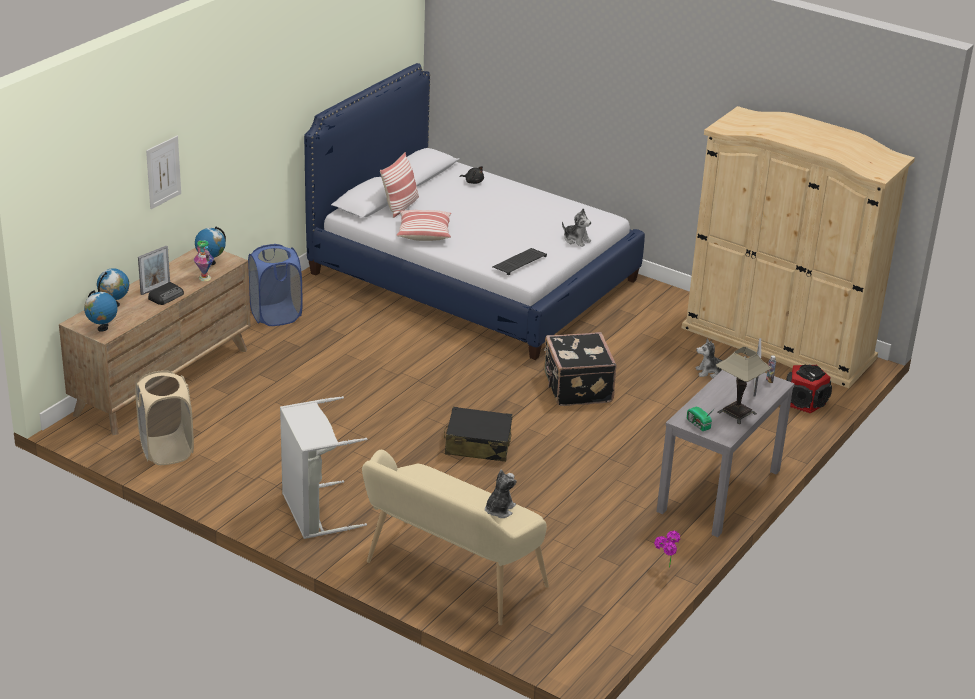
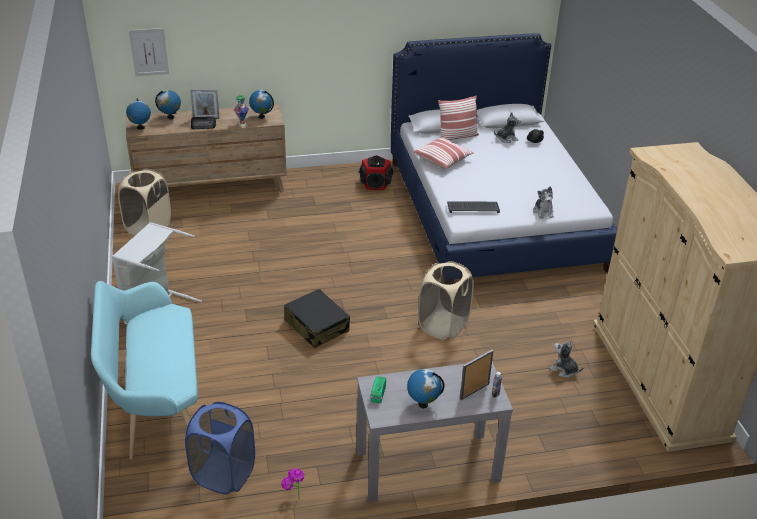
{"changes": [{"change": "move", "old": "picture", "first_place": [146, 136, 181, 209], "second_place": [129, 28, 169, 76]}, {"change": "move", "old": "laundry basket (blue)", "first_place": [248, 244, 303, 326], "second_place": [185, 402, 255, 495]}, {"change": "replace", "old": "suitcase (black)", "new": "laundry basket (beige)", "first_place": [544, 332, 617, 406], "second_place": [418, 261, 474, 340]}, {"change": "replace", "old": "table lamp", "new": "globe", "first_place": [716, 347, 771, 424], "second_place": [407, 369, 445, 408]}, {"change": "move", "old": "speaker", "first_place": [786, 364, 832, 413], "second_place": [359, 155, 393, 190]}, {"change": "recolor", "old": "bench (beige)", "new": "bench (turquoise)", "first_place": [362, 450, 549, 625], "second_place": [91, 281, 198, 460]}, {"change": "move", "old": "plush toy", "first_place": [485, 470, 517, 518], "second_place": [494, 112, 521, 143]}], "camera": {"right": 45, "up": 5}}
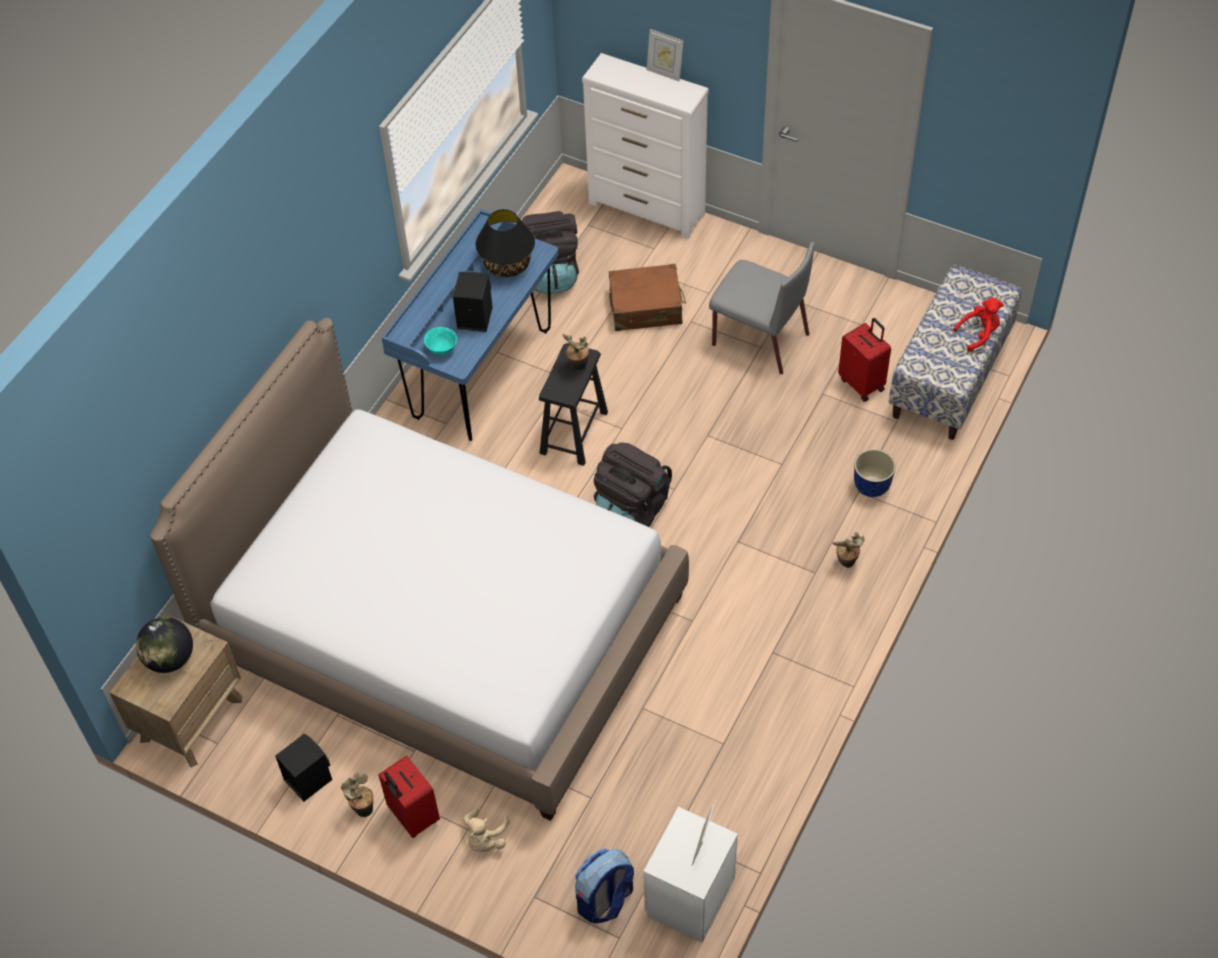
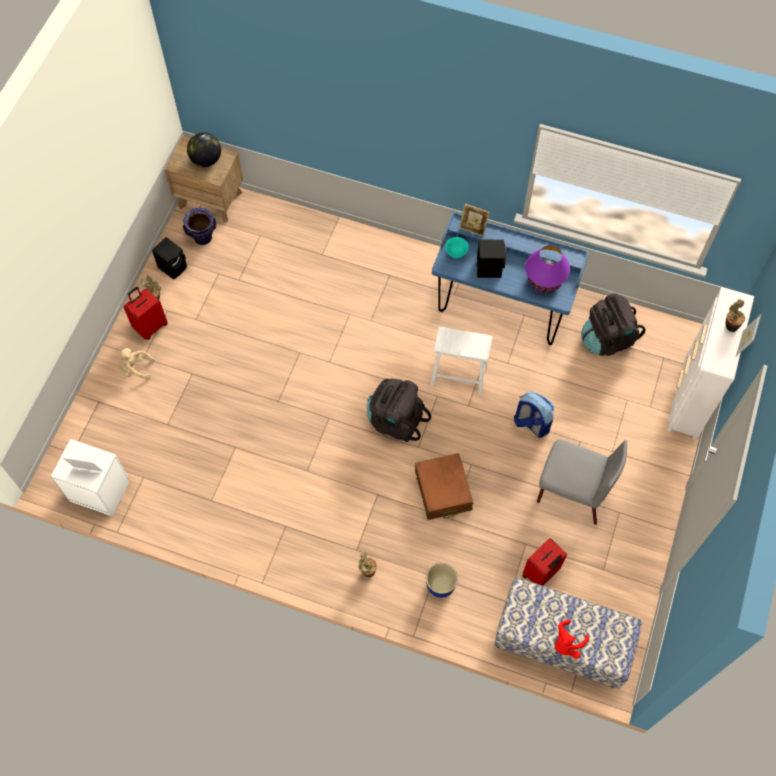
{"changes": [{"change": "recolor", "old": "table lamp (black)", "new": "table lamp (purple)", "first_place": [475, 209, 535, 277], "second_place": [525, 245, 570, 293]}, {"change": "rotate", "old": "chair (grey)", "first_place": [709, 242, 815, 374], "second_place": [537, 439, 627, 525], "degrees": -90}, {"change": "move", "old": "suitcase (brown)", "first_place": [609, 264, 686, 331], "second_place": [415, 453, 473, 520]}, {"change": "rotate", "old": "plush toy (red)", "first_place": [953, 298, 1004, 352], "second_place": [555, 620, 589, 659], "degrees": 75}, {"change": "delete", "old": "bed", "first_place": [151, 318, 689, 821]}, {"change": "move", "old": "potted plant", "first_place": [563, 334, 589, 371], "second_place": [725, 299, 745, 332]}, {"change": "recolor", "old": "stool (black)", "new": "stool (white)", "first_place": [539, 343, 608, 466], "second_place": [430, 327, 492, 395]}, {"change": "move", "old": "backpack", "first_place": [575, 848, 634, 924], "second_place": [514, 391, 554, 438]}, {"change": "insert", "new": "picture frame", "second_place": [459, 204, 490, 237]}, {"change": "insert", "new": "vase", "second_place": [183, 208, 216, 245]}], "camera": {"right": 80, "up": 10}}
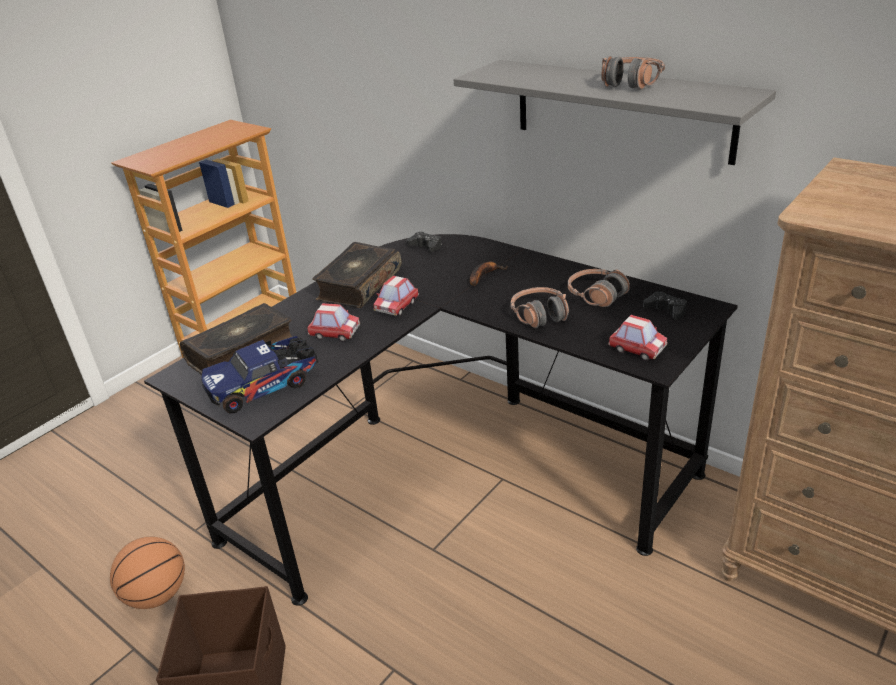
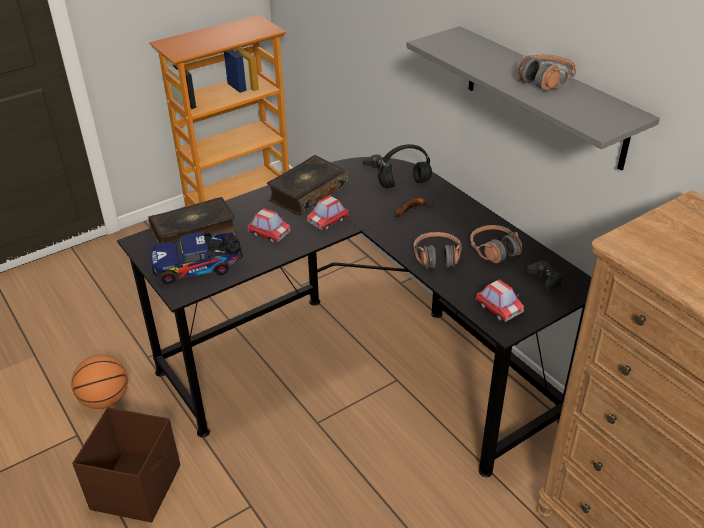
{"changes": [{"change": "insert", "new": "headphones (black)", "second_place": [378, 144, 432, 188]}], "camera": {"right": 15, "up": 5}}
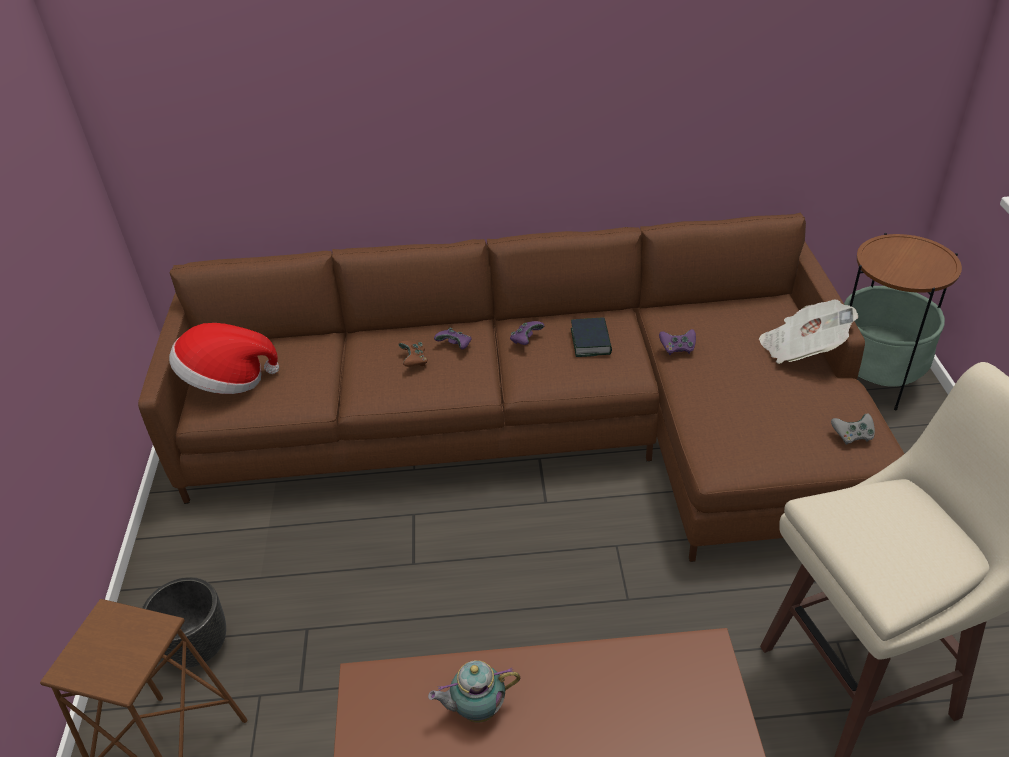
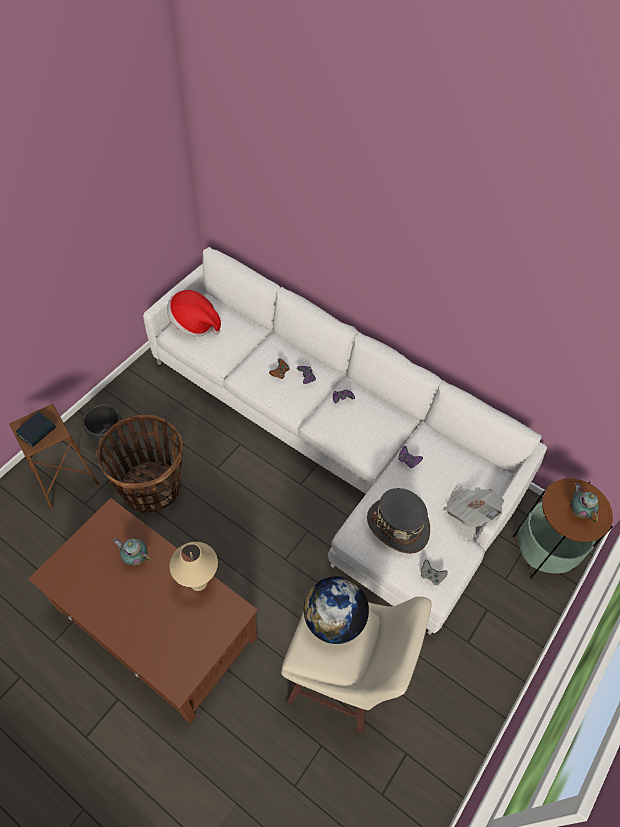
{"changes": [{"change": "recolor", "old": "sofa (brown)", "new": "sofa (white)", "first_place": [138, 213, 904, 562], "second_place": [143, 247, 547, 635]}, {"change": "move", "old": "book", "first_place": [571, 317, 612, 357], "second_place": [15, 412, 56, 448]}, {"change": "insert", "new": "basket", "second_place": [96, 415, 183, 513]}, {"change": "insert", "new": "teapot", "second_place": [571, 483, 599, 522]}, {"change": "insert", "new": "hat (grey)", "second_place": [367, 488, 430, 554]}, {"change": "insert", "new": "table lamp (beige)", "second_place": [169, 542, 218, 591]}, {"change": "insert", "new": "globe", "second_place": [304, 576, 369, 644]}], "camera": {"right": 35, "up": 15}}
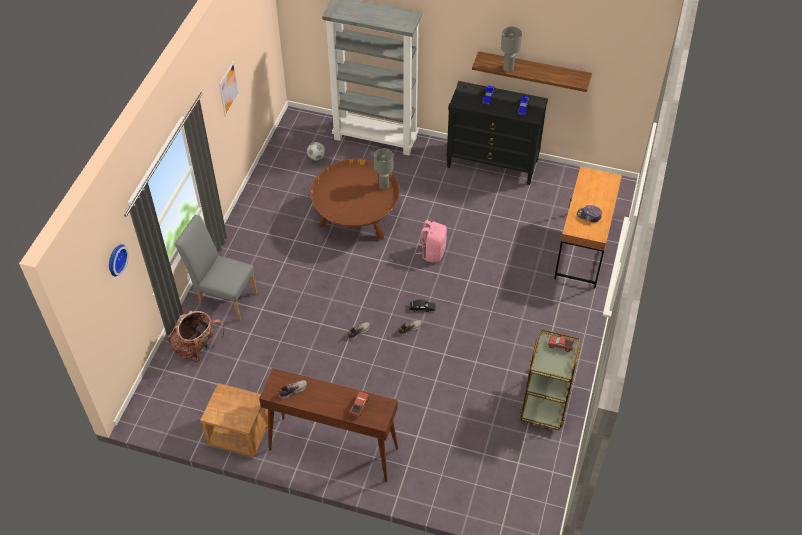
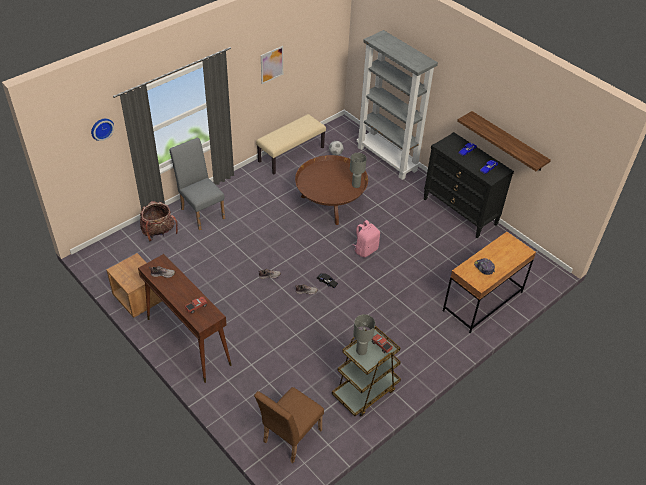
{"changes": [{"change": "move", "old": "table lamp (grey)", "first_place": [501, 27, 522, 72], "second_place": [353, 314, 375, 355]}, {"change": "insert", "new": "bench (beige)", "second_place": [256, 114, 326, 174]}, {"change": "insert", "new": "chair (brown)", "second_place": [254, 387, 324, 463]}], "camera": {"right": 30, "up": -5}}
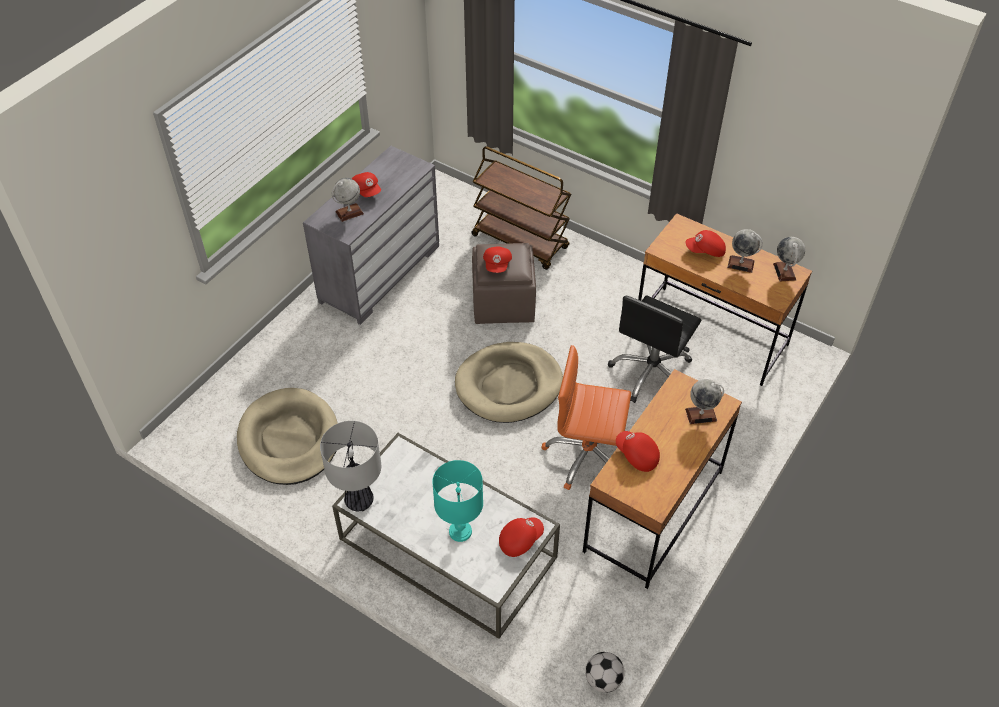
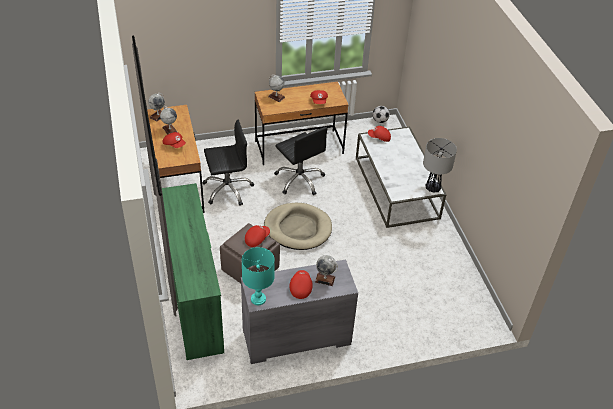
{"changes": [{"change": "replace", "old": "cart (brown)", "new": "dresser (green)", "first_place": [471, 146, 571, 270], "second_place": [162, 183, 224, 360]}, {"change": "recolor", "old": "office chair (orange)", "new": "office chair (black)", "first_place": [541, 345, 631, 490], "second_place": [274, 127, 328, 195]}, {"change": "delete", "old": "dog bed (beige)", "first_place": [237, 388, 338, 485]}, {"change": "move", "old": "table lamp (turquoise)", "first_place": [432, 460, 483, 542], "second_place": [242, 247, 275, 305]}], "camera": {"right": -140, "up": -5}}
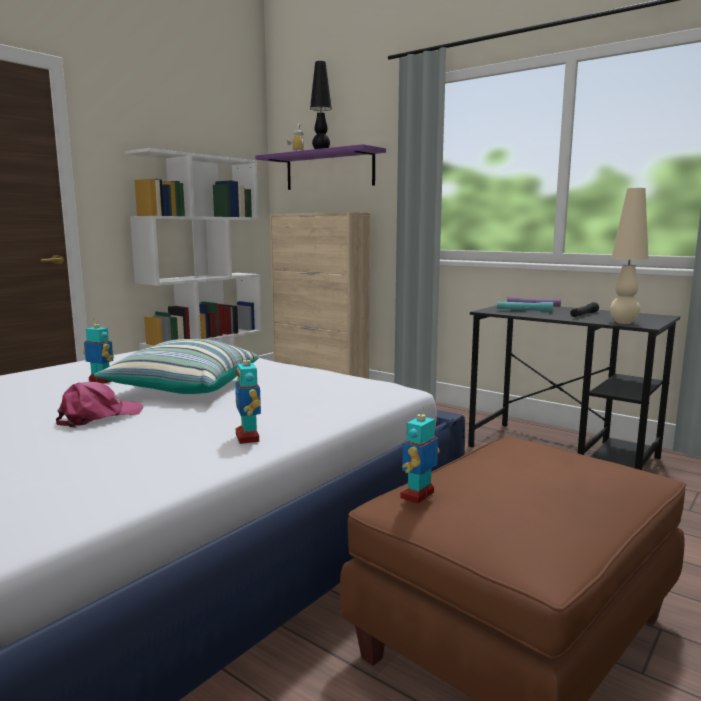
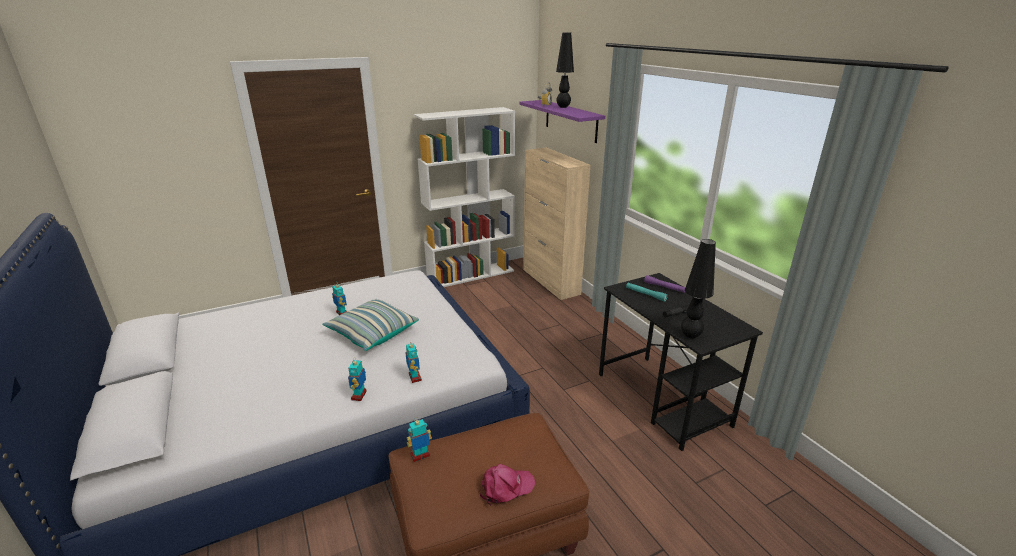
{"changes": [{"change": "recolor", "old": "table lamp (beige)", "new": "table lamp (black)", "first_place": [610, 188, 648, 324], "second_place": [681, 239, 716, 339]}, {"change": "move", "old": "cap (pink)", "first_place": [56, 382, 144, 427], "second_place": [480, 464, 535, 506]}, {"change": "insert", "new": "toy robot", "second_place": [405, 343, 422, 383]}], "camera": {"right": 25, "up": 15}}
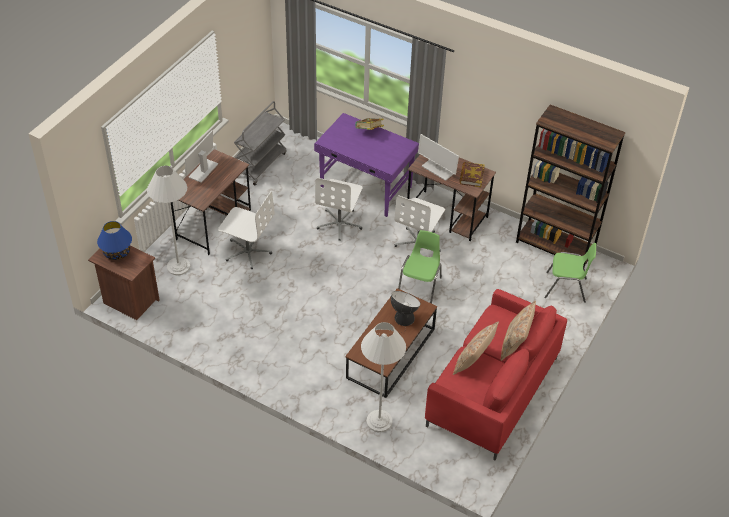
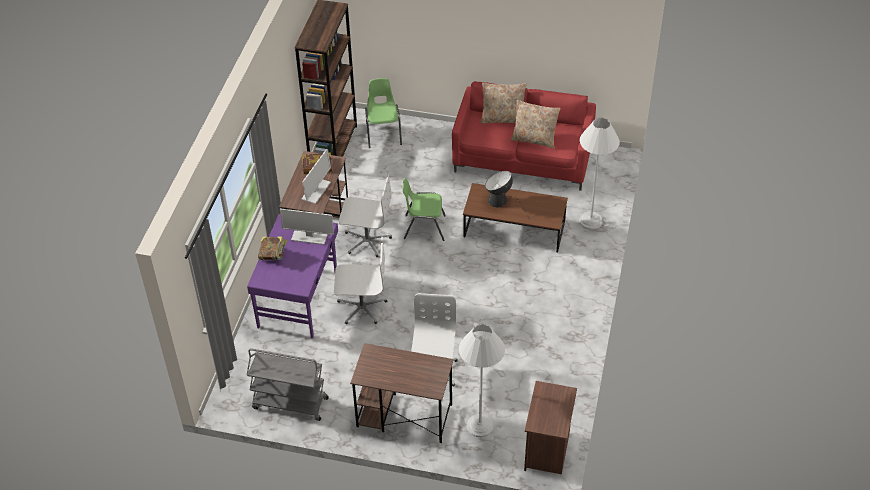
{"changes": [{"change": "move", "old": "monitor", "first_place": [185, 130, 218, 183], "second_place": [280, 208, 334, 245]}, {"change": "delete", "old": "table lamp (blue)", "first_place": [97, 221, 132, 260]}], "camera": {"right": -105, "up": 0}}
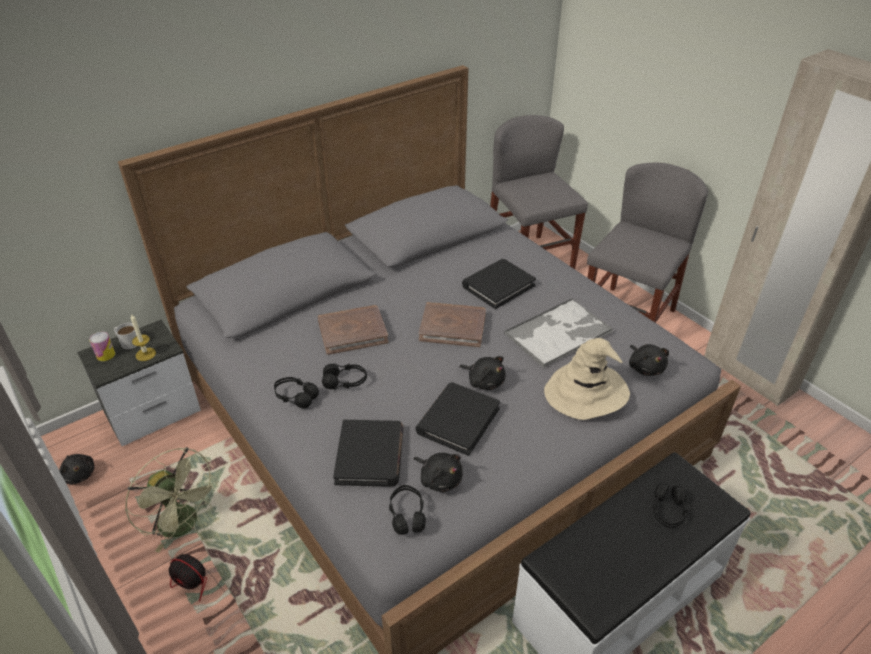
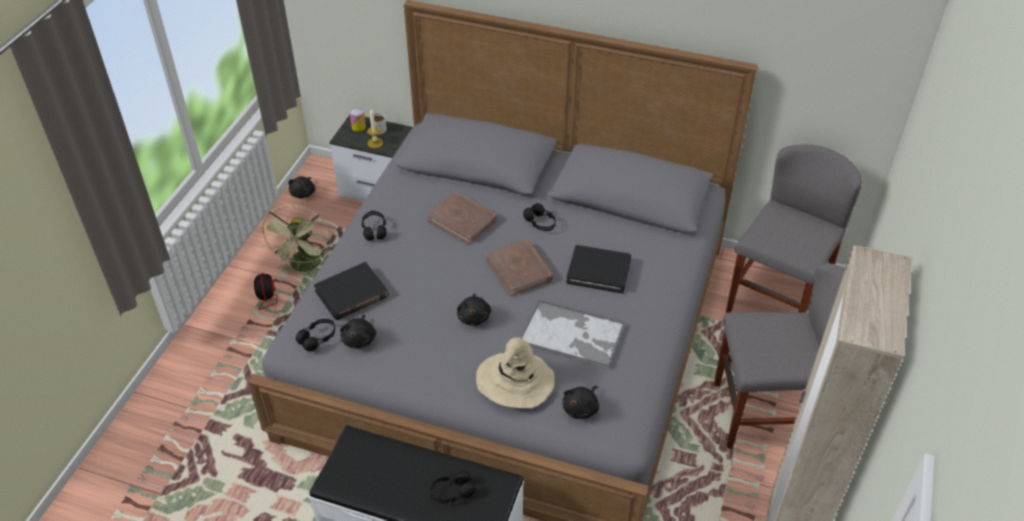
{"changes": [{"change": "move", "old": "headphones (black)", "first_place": [322, 363, 367, 389], "second_place": [523, 203, 555, 231]}, {"change": "delete", "old": "book (black)", "first_place": [415, 382, 500, 456]}], "camera": {"right": 55, "up": 5}}
